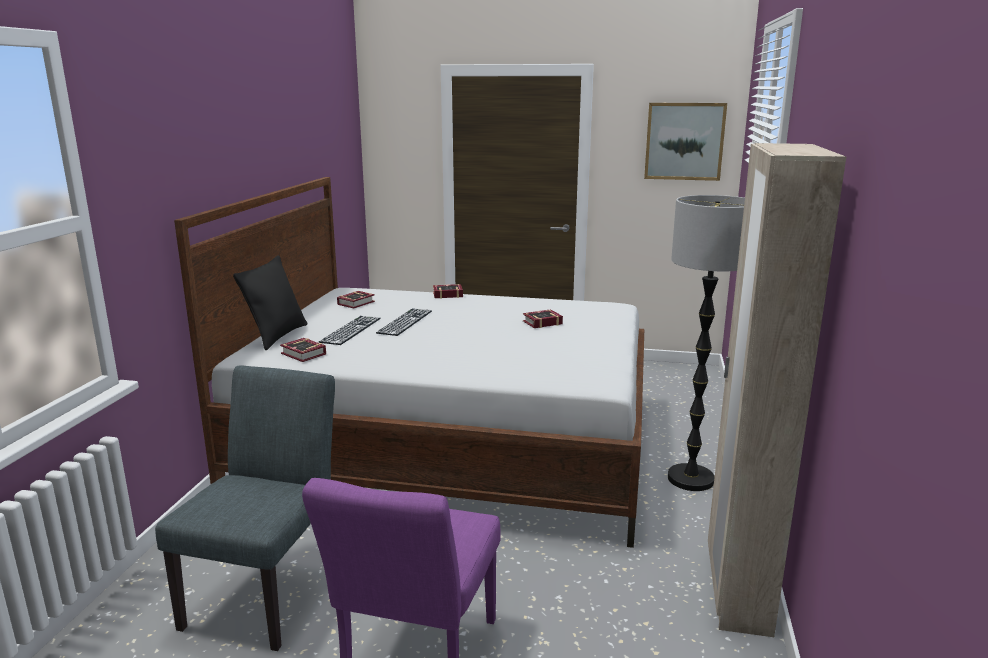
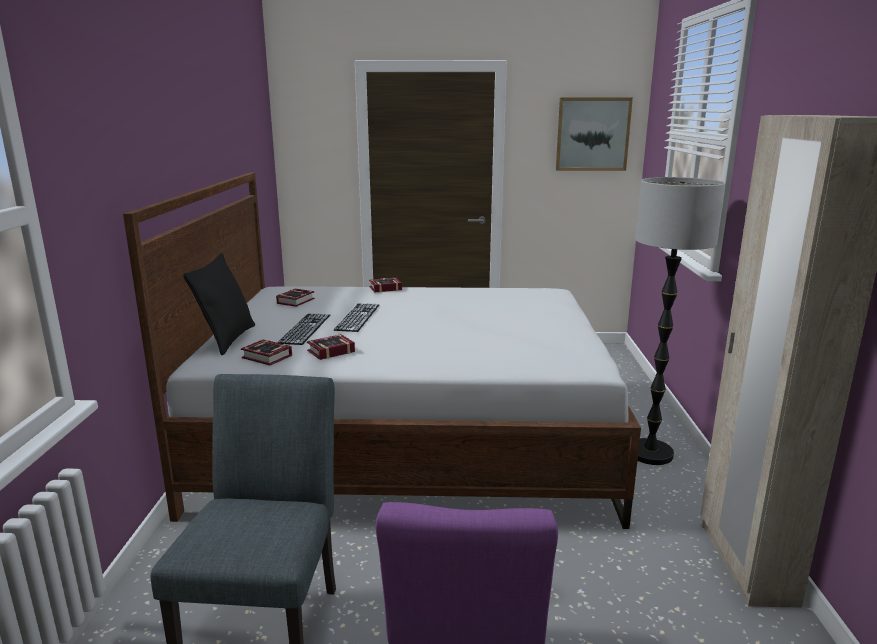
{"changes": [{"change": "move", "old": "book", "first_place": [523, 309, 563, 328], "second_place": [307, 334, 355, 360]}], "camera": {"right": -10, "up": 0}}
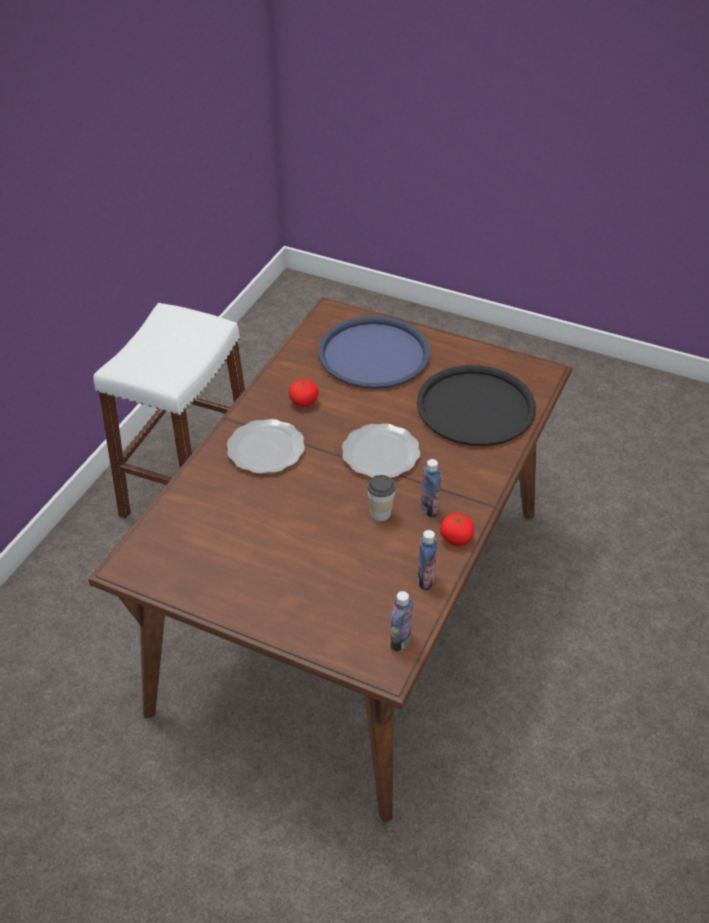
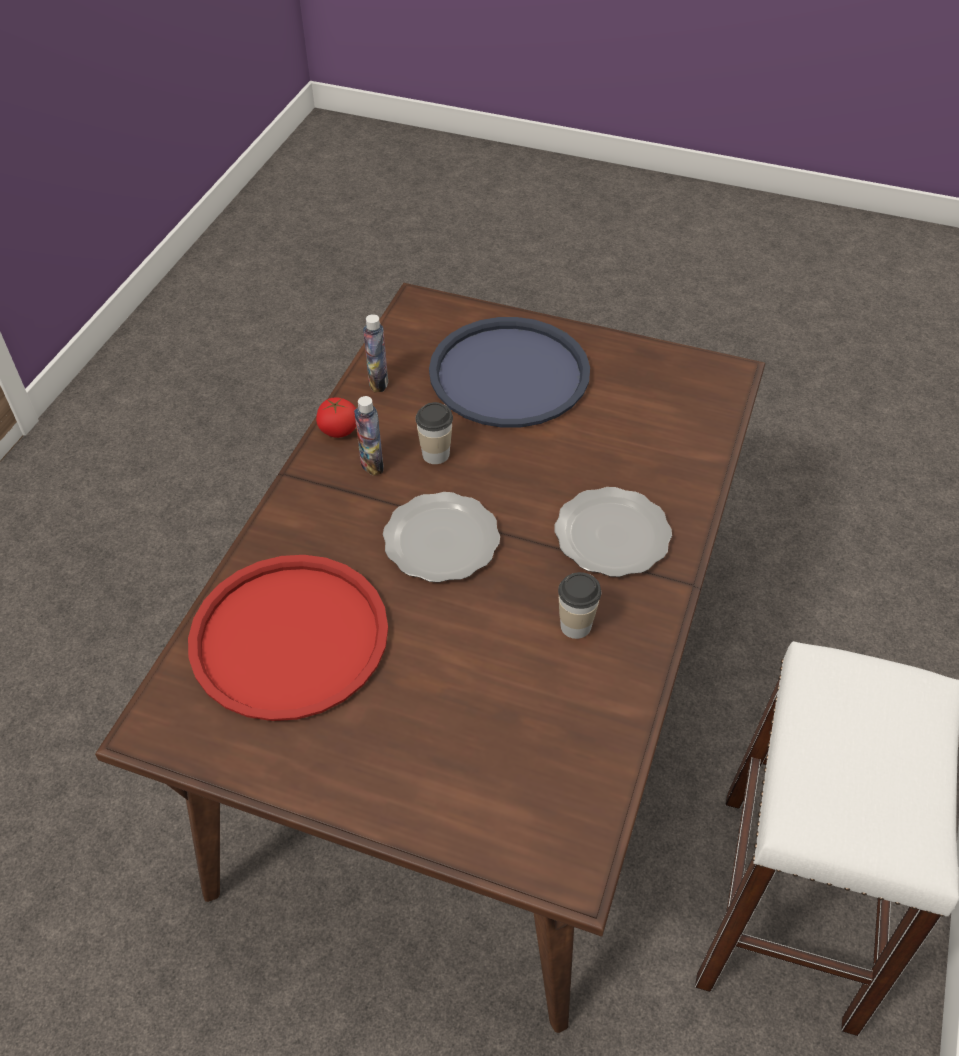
{"changes": [{"change": "move", "old": "tray (blue)", "first_place": [318, 316, 430, 389], "second_place": [429, 317, 590, 428]}, {"change": "recolor", "old": "tray (black)", "new": "tray (red)", "first_place": [417, 365, 536, 446], "second_place": [188, 555, 388, 721]}, {"change": "replace", "old": "tomato", "new": "cup", "first_place": [289, 379, 319, 407], "second_place": [558, 572, 601, 639]}, {"change": "delete", "old": "bottle", "first_place": [390, 591, 413, 652]}], "camera": {"right": 175, "up": 5}}
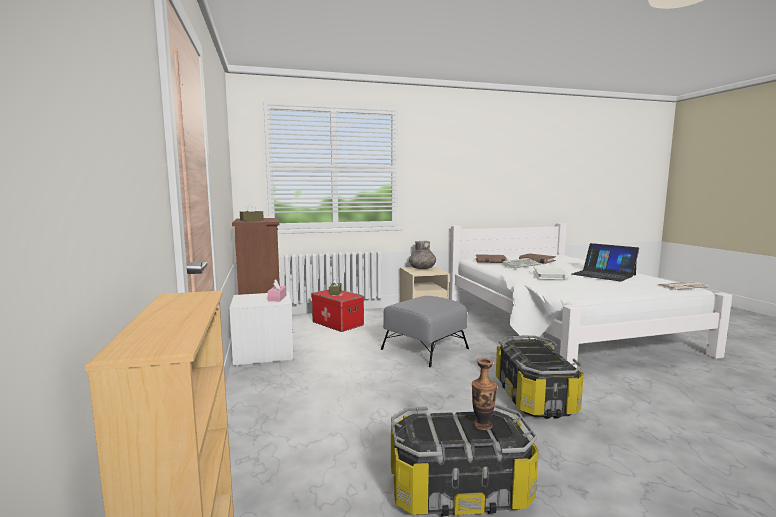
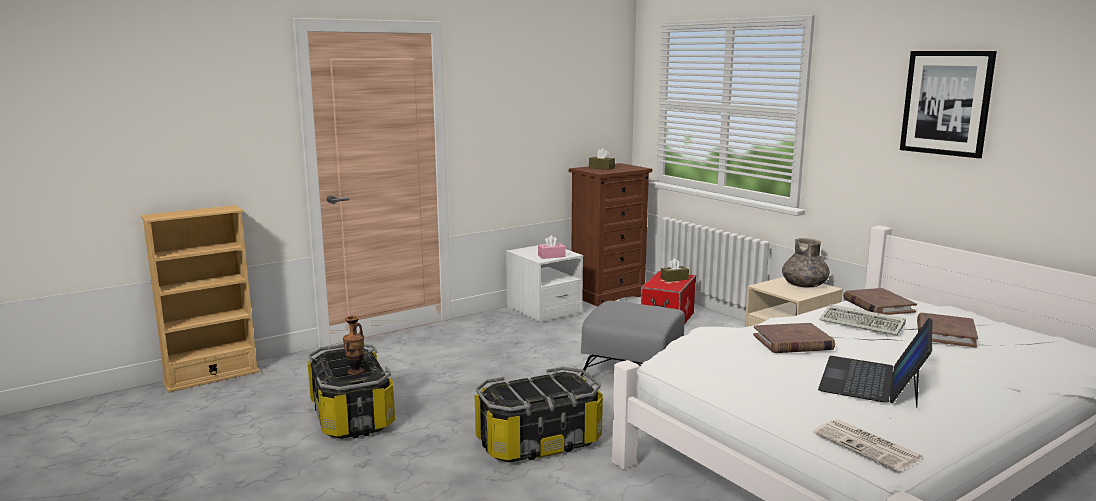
{"changes": [{"change": "recolor", "old": "book (white)", "new": "book (brown)", "first_place": [533, 267, 569, 280], "second_place": [753, 323, 835, 353]}, {"change": "insert", "new": "picture", "second_place": [900, 51, 997, 158]}], "camera": {"right": 70, "up": 5}}
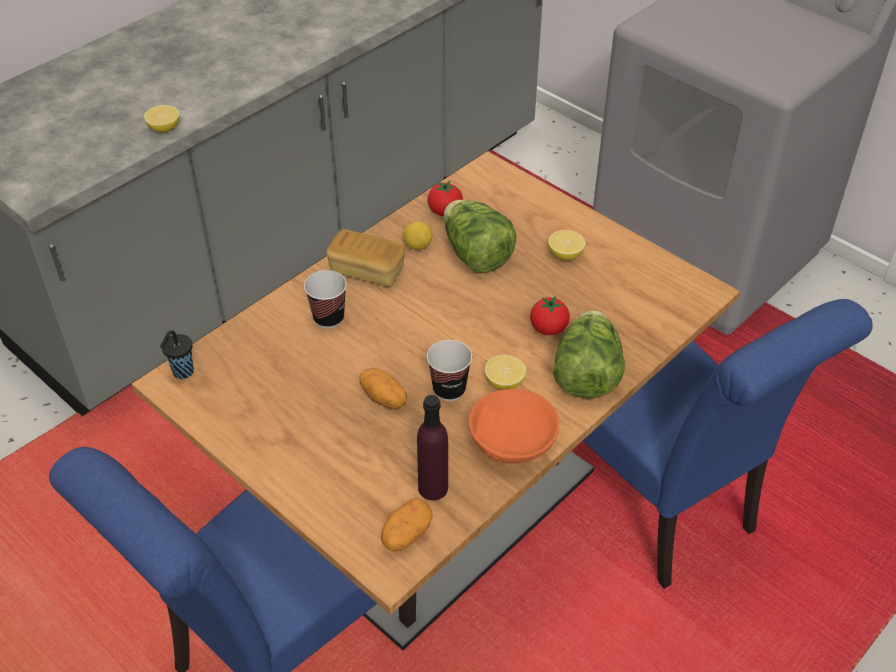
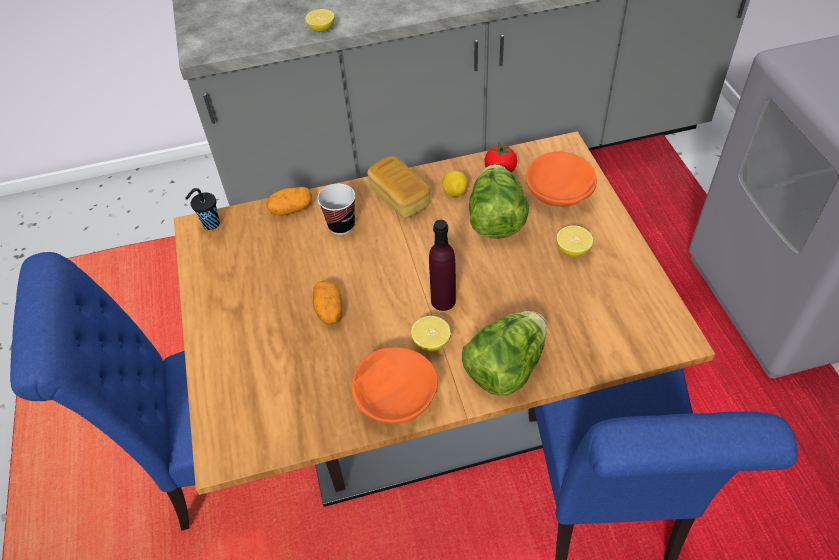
{"changes": [{"change": "delete", "old": "tomato", "first_place": [530, 295, 570, 335]}, {"change": "delete", "old": "cup", "first_place": [427, 340, 472, 401]}, {"change": "move", "old": "bottle (purple)", "first_place": [417, 395, 448, 500], "second_place": [429, 220, 456, 311]}, {"change": "move", "old": "potato", "first_place": [381, 498, 433, 552], "second_place": [266, 187, 312, 216]}, {"change": "insert", "new": "bowl (orange)", "second_place": [526, 151, 597, 206]}], "camera": {"right": 35, "up": 5}}
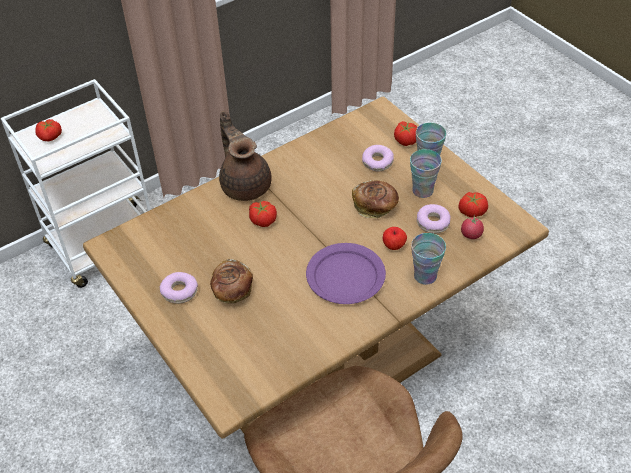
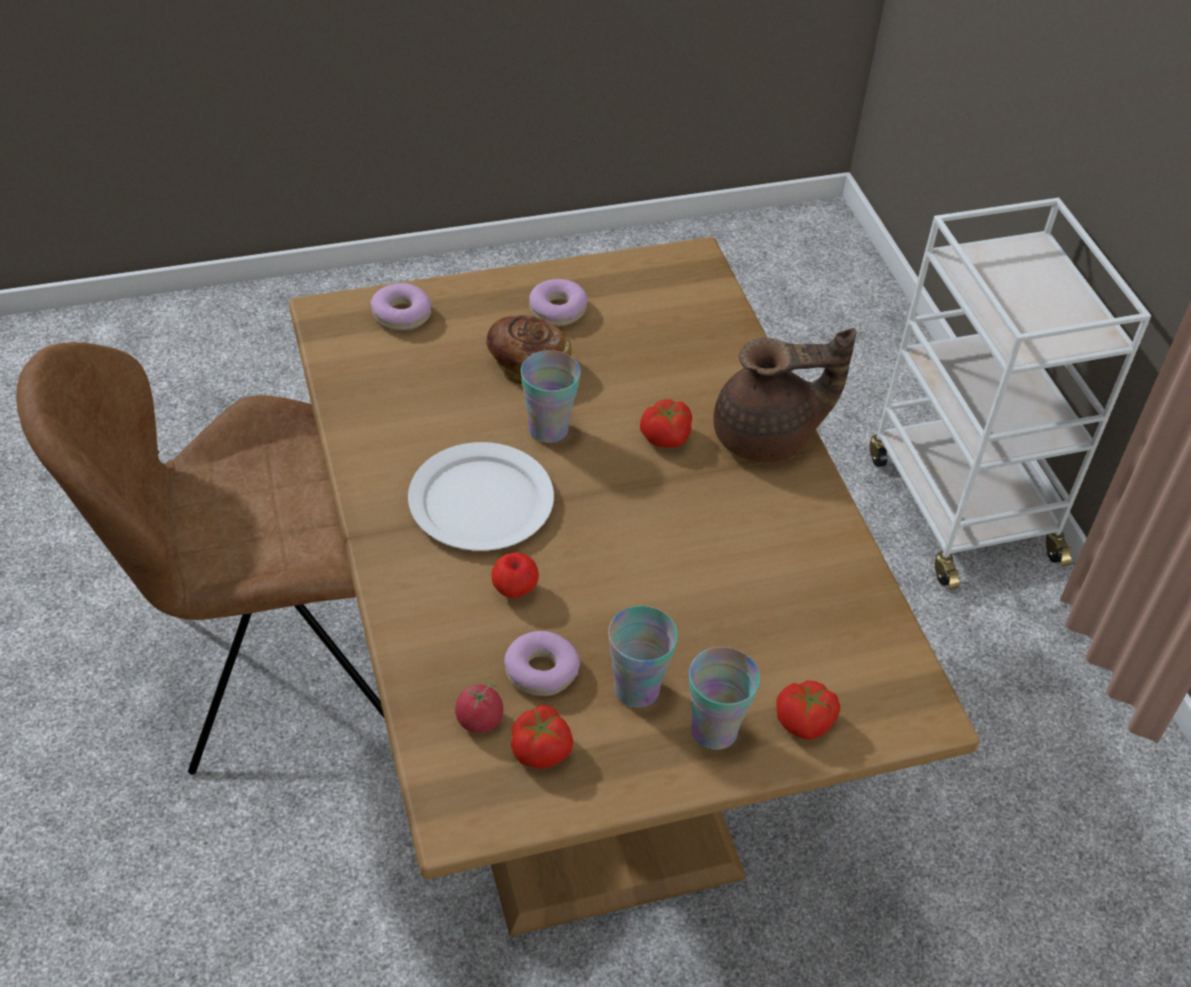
{"changes": [{"change": "delete", "old": "tomato", "first_place": [35, 119, 62, 141]}, {"change": "move", "old": "donut", "first_place": [362, 145, 394, 171], "second_place": [370, 283, 431, 331]}, {"change": "delete", "old": "bread", "first_place": [352, 180, 399, 218]}, {"change": "move", "old": "cup", "first_place": [411, 233, 446, 285], "second_place": [521, 350, 581, 443]}, {"change": "recolor", "old": "plate (purple)", "new": "plate (white)", "first_place": [306, 243, 386, 304], "second_place": [408, 442, 554, 551]}], "camera": {"right": 105, "up": 0}}
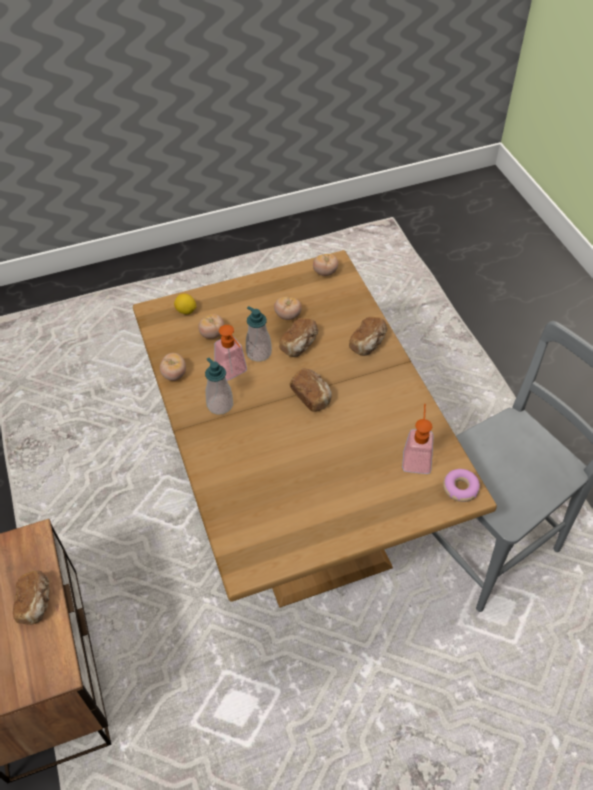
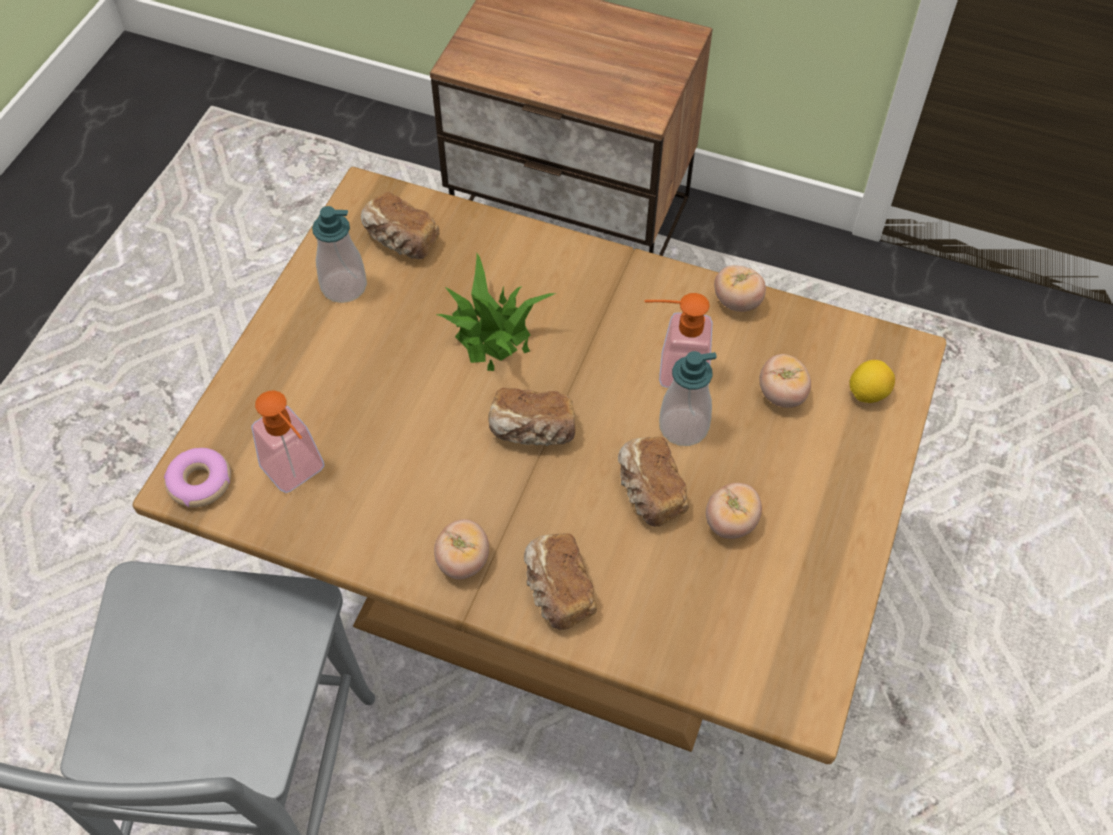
{"changes": [{"change": "move", "old": "tomato", "first_place": [313, 254, 338, 276], "second_place": [434, 519, 489, 580]}, {"change": "move", "old": "soap dispenser", "first_place": [205, 358, 233, 415], "second_place": [312, 206, 367, 303]}, {"change": "move", "old": "bread", "first_place": [13, 570, 50, 625], "second_place": [361, 192, 440, 259]}, {"change": "insert", "new": "potted plant", "second_place": [435, 253, 556, 371]}], "camera": {"right": 130, "up": 5}}
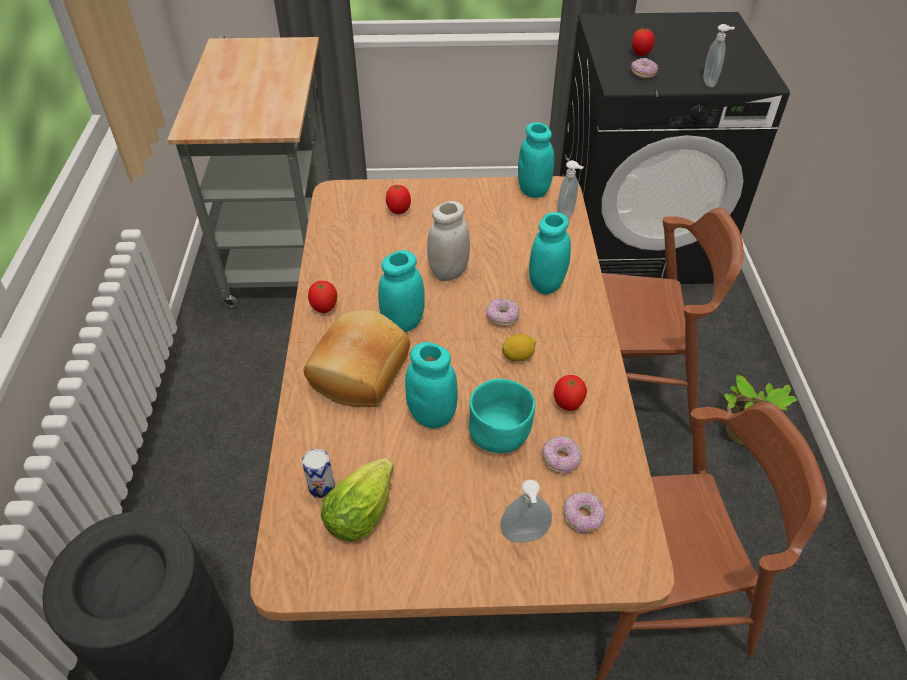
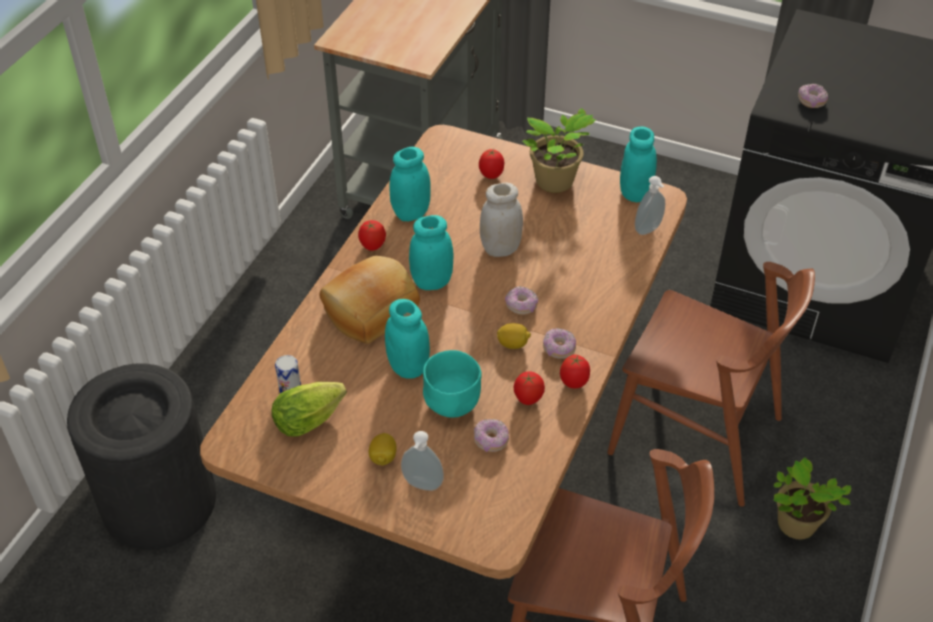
{"changes": [{"change": "delete", "old": "soap dispenser", "first_place": [703, 24, 735, 87]}, {"change": "move", "old": "tomato", "first_place": [632, 28, 655, 56], "second_place": [560, 355, 590, 388]}, {"change": "move", "old": "jar (turquoise)", "first_place": [529, 212, 571, 295], "second_place": [389, 147, 431, 221]}, {"change": "move", "old": "donut", "first_place": [564, 492, 605, 533], "second_place": [543, 328, 576, 359]}, {"change": "insert", "new": "potted plant", "second_place": [522, 108, 596, 193]}, {"change": "insert", "new": "lemon", "second_place": [368, 433, 397, 465]}], "camera": {"right": 25, "up": 0}}
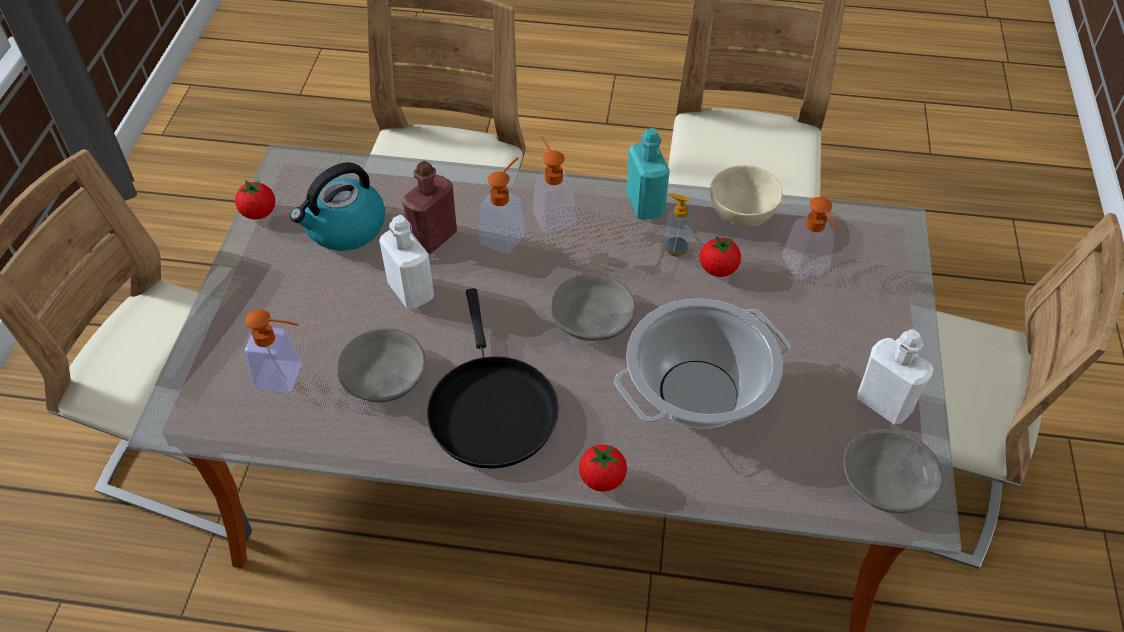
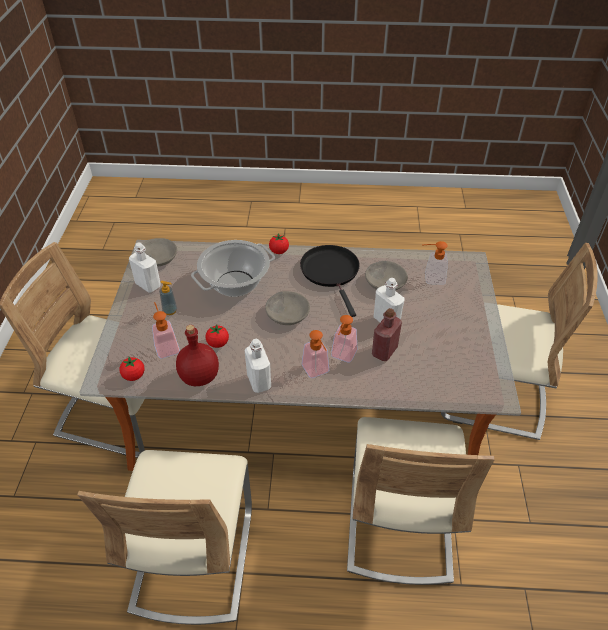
{"changes": [{"change": "recolor", "old": "bottle (turquoise)", "new": "bottle (white)", "first_place": [626, 128, 670, 220], "second_place": [244, 339, 271, 393]}, {"change": "delete", "old": "kettle", "first_place": [290, 162, 385, 251]}, {"change": "replace", "old": "bowl (beige)", "new": "bottle (red)", "first_place": [710, 165, 783, 228], "second_place": [176, 325, 219, 386]}, {"change": "move", "old": "tomato", "first_place": [235, 180, 275, 220], "second_place": [119, 357, 145, 381]}, {"change": "move", "old": "soap dispenser", "first_place": [663, 193, 693, 257], "second_place": [159, 281, 177, 315]}], "camera": {"right": 175, "up": -5}}
